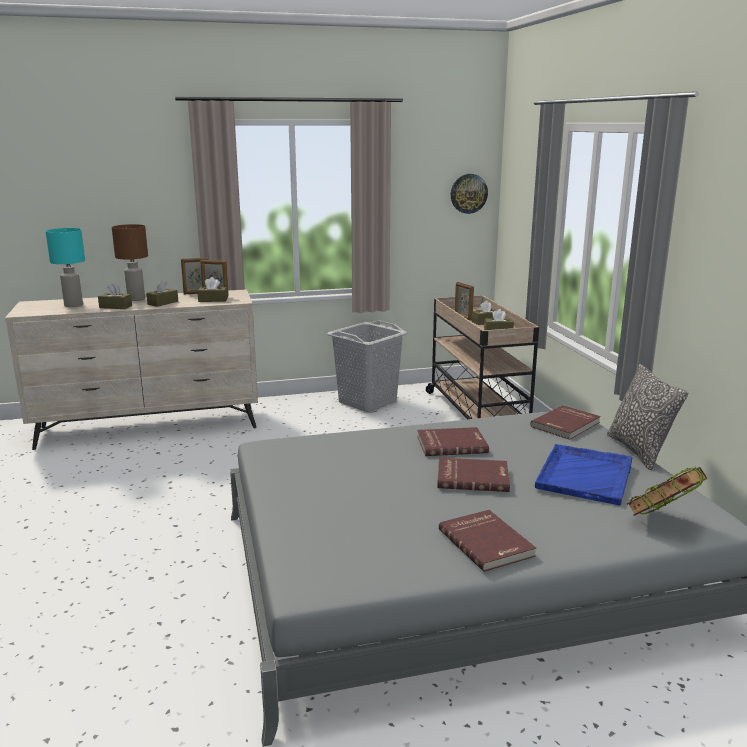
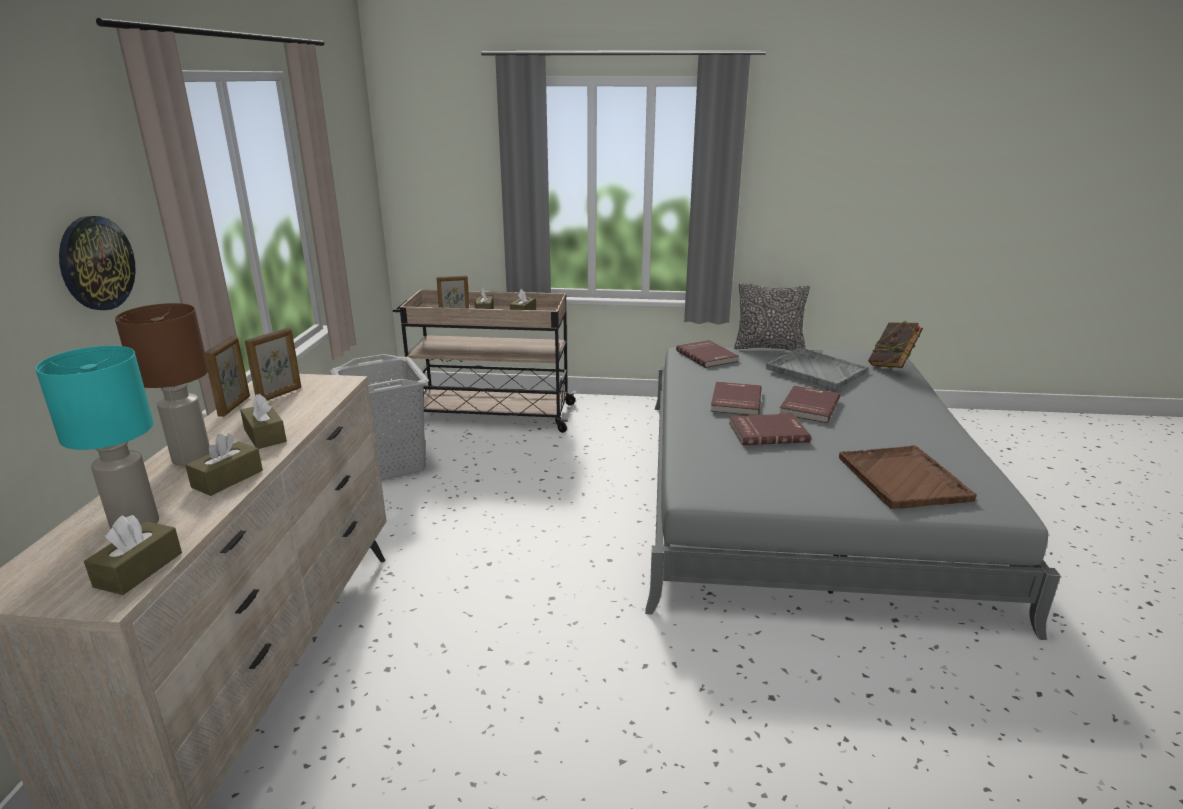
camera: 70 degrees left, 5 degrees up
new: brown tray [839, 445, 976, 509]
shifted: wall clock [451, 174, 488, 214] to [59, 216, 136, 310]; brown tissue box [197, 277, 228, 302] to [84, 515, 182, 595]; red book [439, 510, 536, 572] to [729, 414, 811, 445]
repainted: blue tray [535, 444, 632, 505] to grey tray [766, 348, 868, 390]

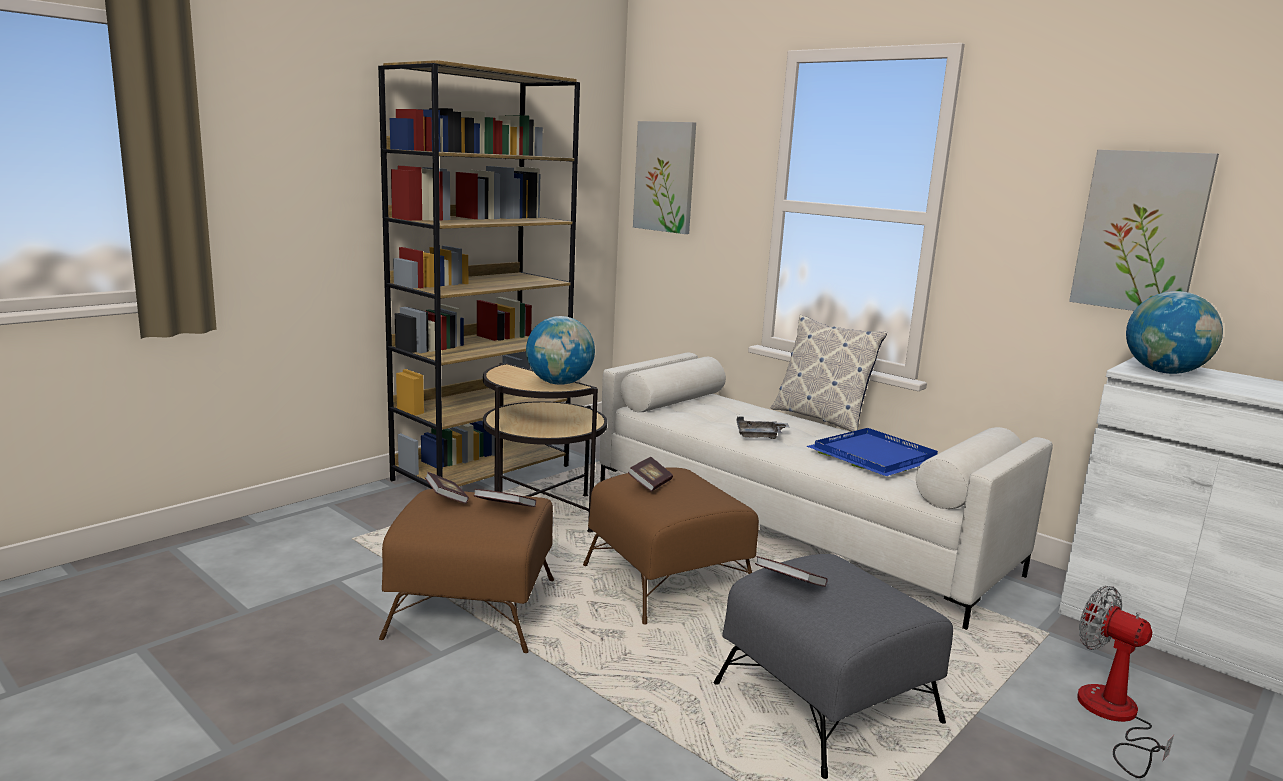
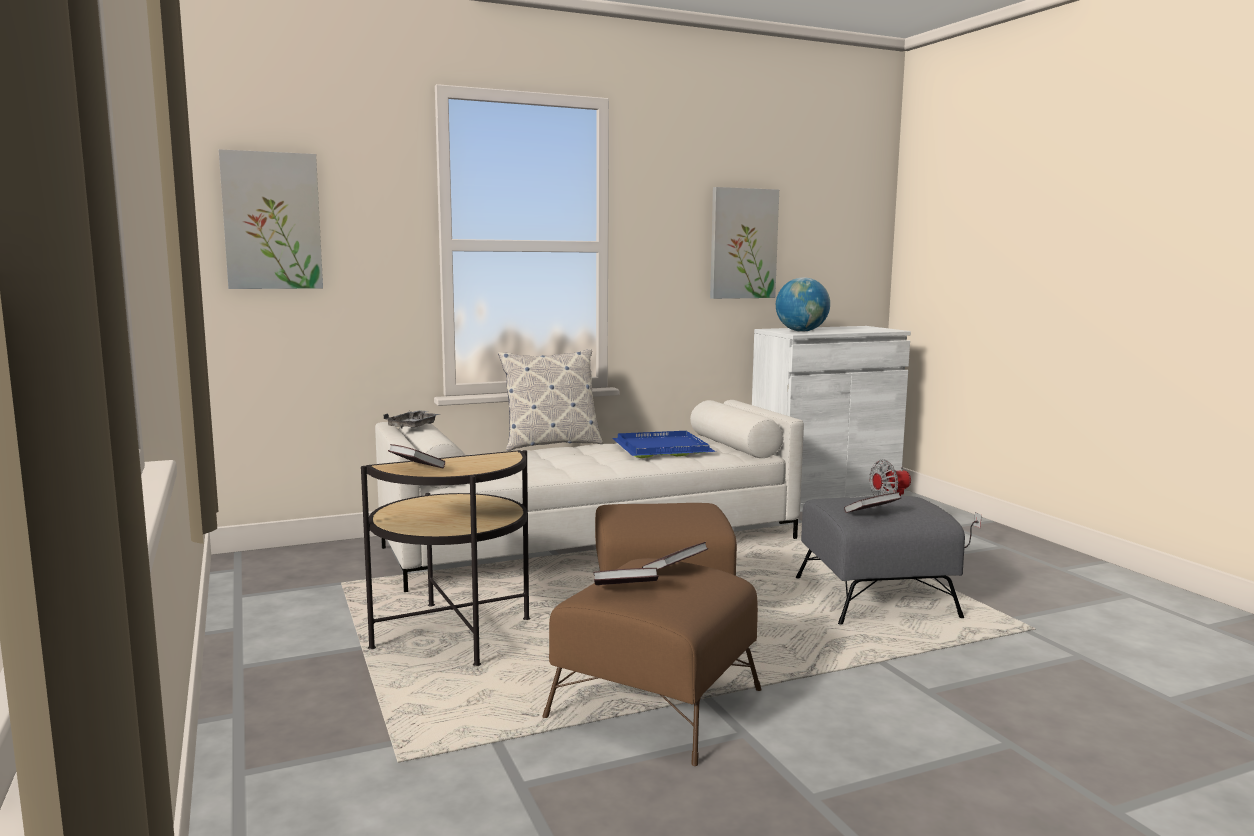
camera: 65 degrees left, 5 degrees down
gone: brown bookcase [378, 60, 580, 489]; globe [526, 316, 595, 385]
shifted: grey tray [736, 417, 789, 439] to [384, 410, 440, 428]; book [628, 457, 673, 492] to [388, 444, 445, 468]

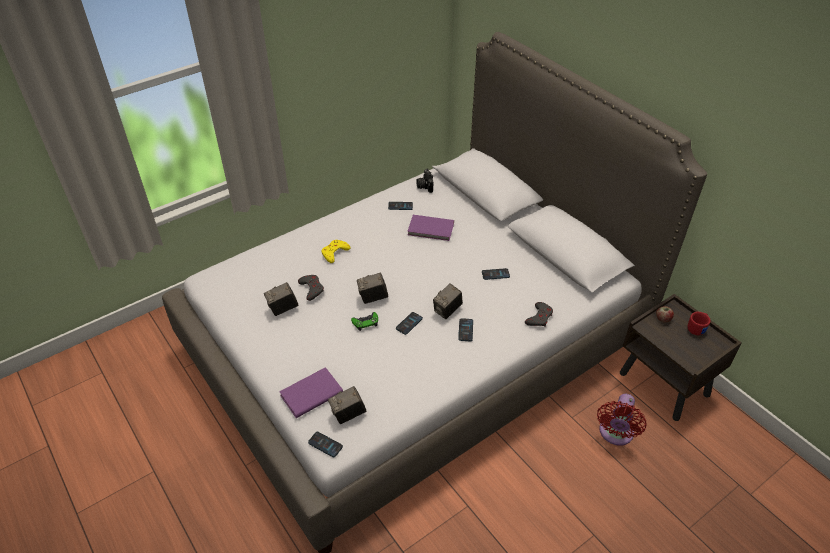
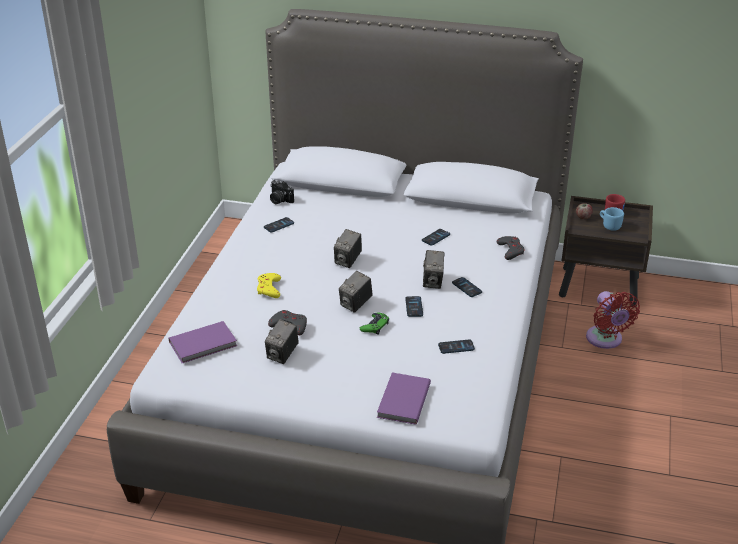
camera: 40 degrees left, 10 degrees down
new: blue mug [600, 207, 624, 231]
shifted: purple book [407, 215, 454, 241] to [169, 321, 237, 363]; photo camera [328, 386, 366, 424] to [334, 229, 362, 268]; phone [308, 432, 343, 457] to [438, 340, 475, 354]

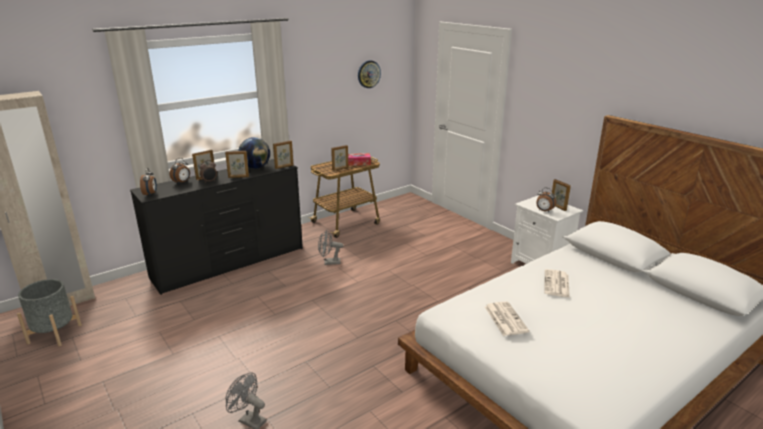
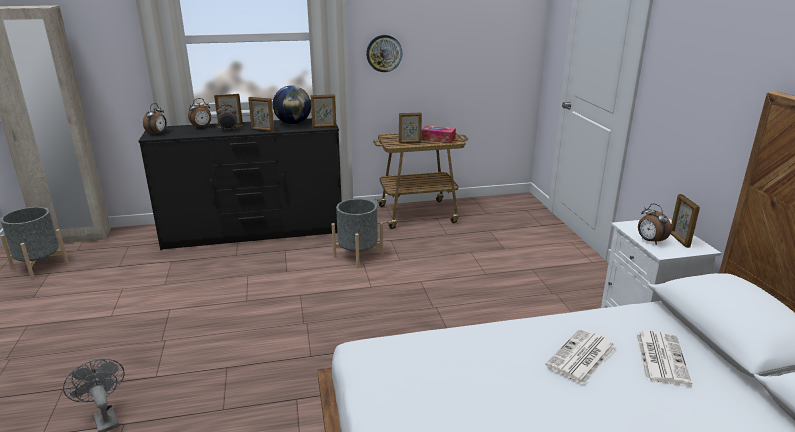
camera: 25 degrees right, 0 degrees up
shifted: wall clock [358, 60, 381, 88] to [366, 35, 402, 72]; newspaper [485, 301, 529, 336] to [636, 330, 692, 386]
swapped: grey fan [318, 230, 344, 265] to grey planter [332, 199, 383, 268]

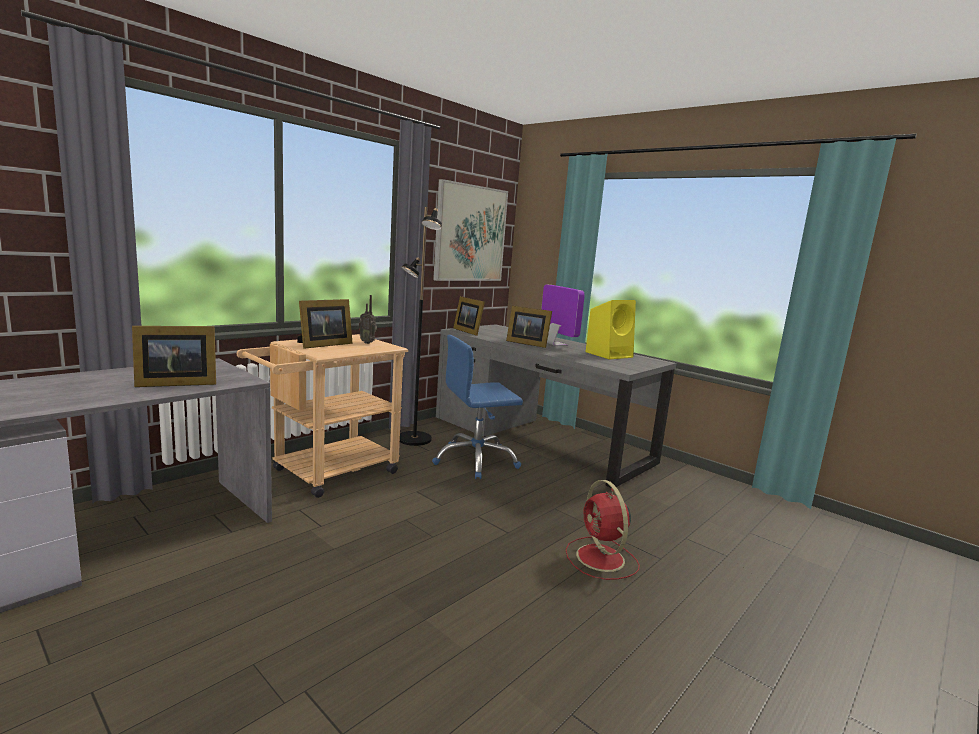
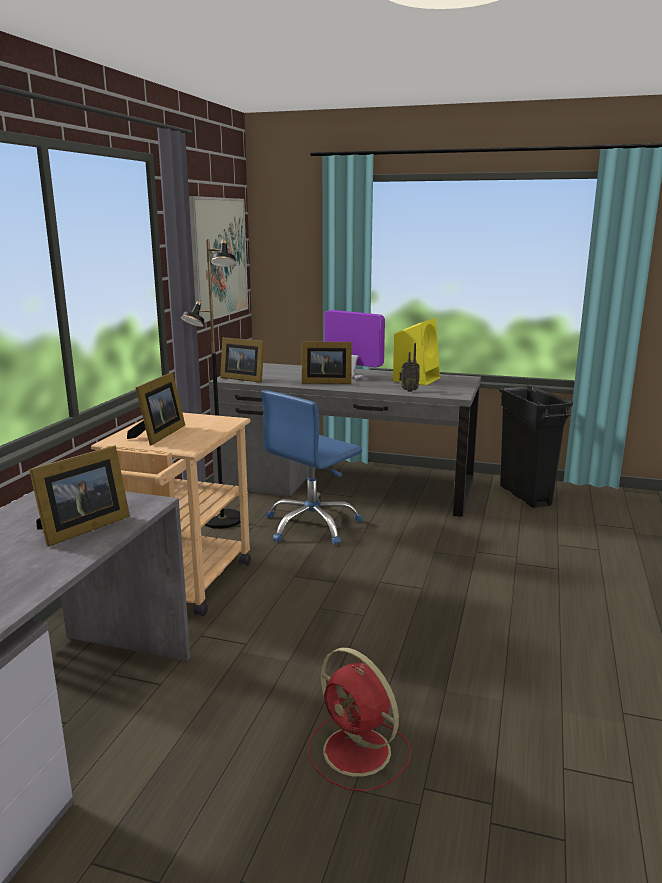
camera: 25 degrees left, 5 degrees up
new: black trash can [499, 386, 573, 508]
shifted: red fan [566, 480, 640, 580] to [308, 647, 411, 791]; radio [359, 295, 377, 344] to [399, 343, 420, 392]

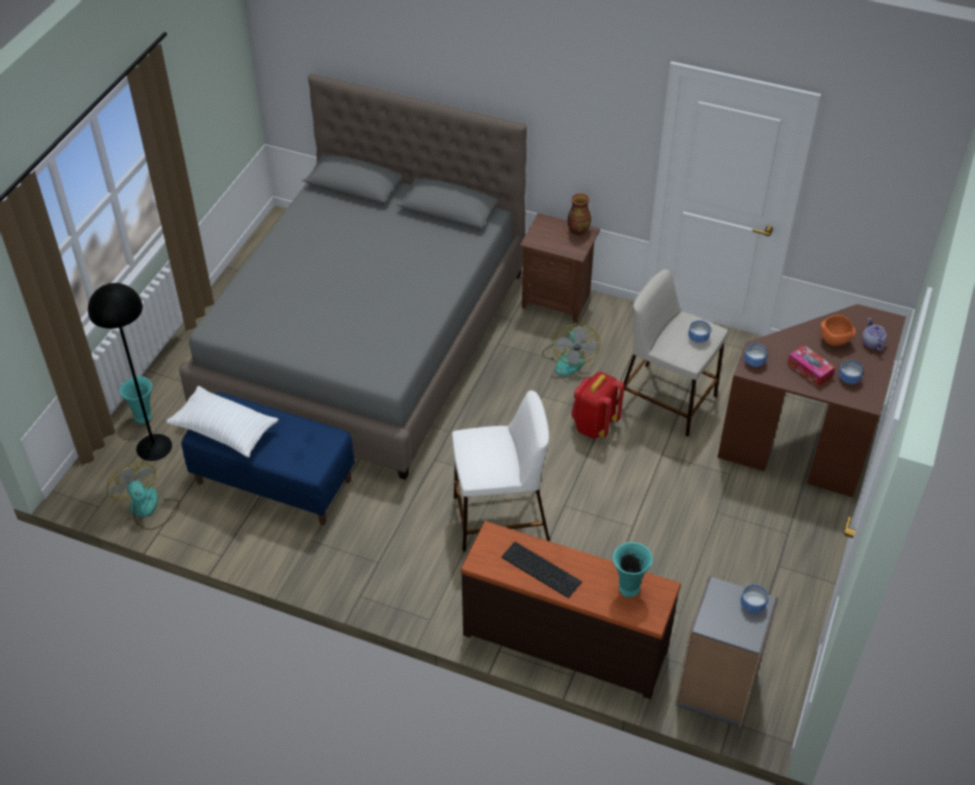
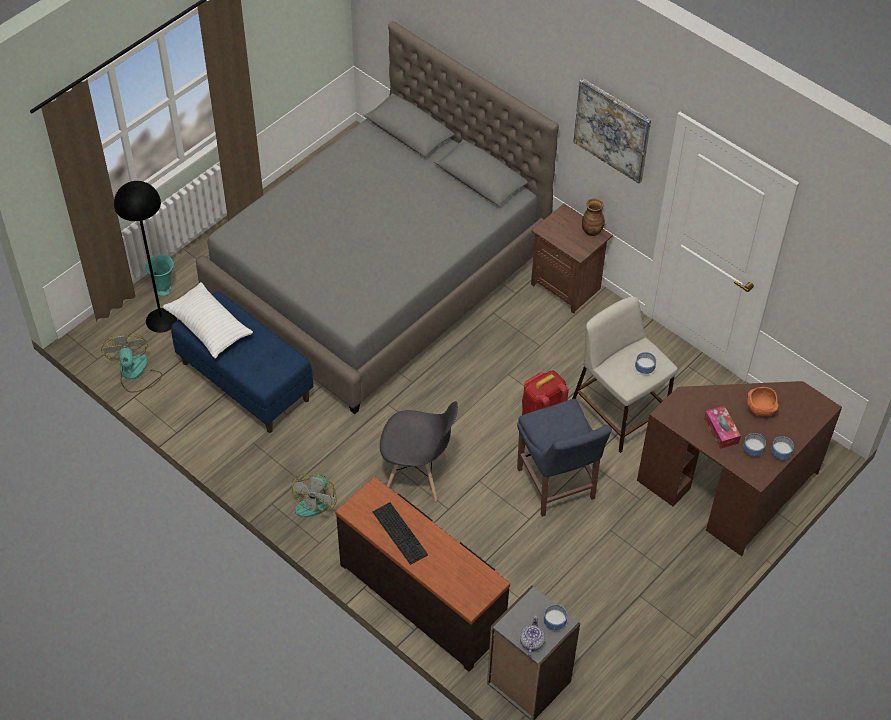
camera: 20 degrees right, 5 degrees up
gone: turquoise vase [613, 542, 653, 597]
new: blue chair [517, 399, 612, 517]; picture [573, 78, 651, 184]
shifted: fan [542, 324, 601, 376] to [292, 472, 337, 517]; teapot [862, 318, 887, 351] to [520, 616, 545, 656]; bowl [744, 343, 768, 367] to [771, 436, 794, 460]
swapped: white stool [452, 390, 550, 552] to grey chair [380, 401, 458, 501]

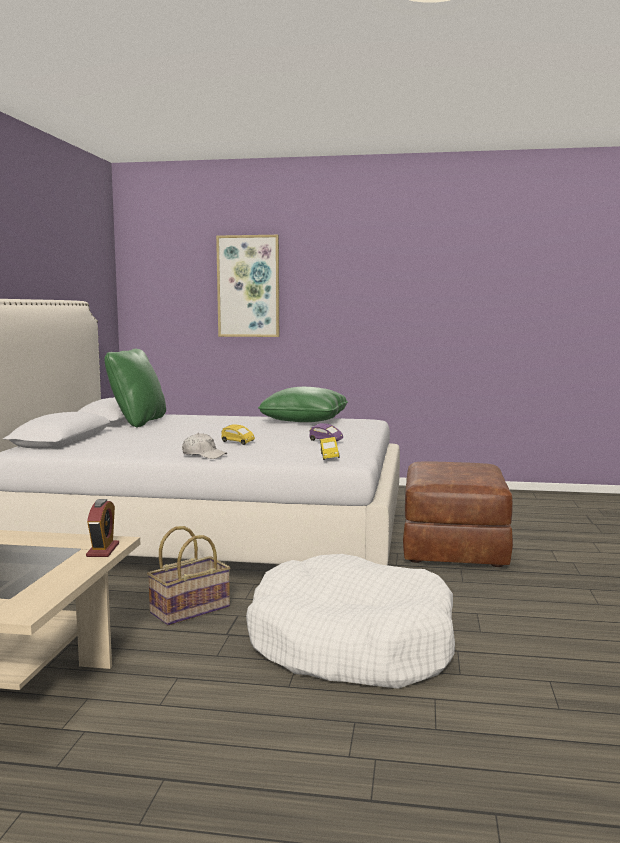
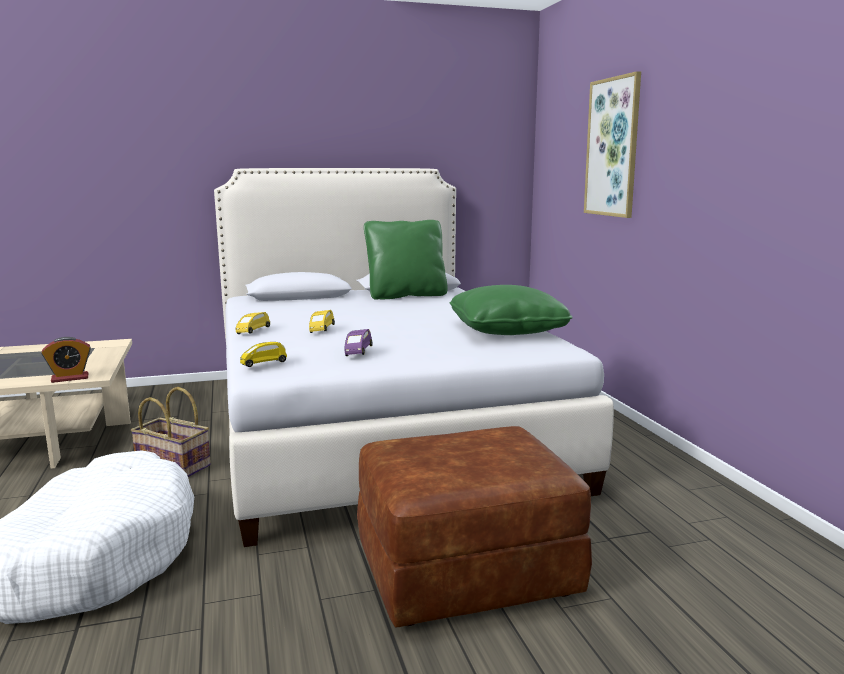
camera: 65 degrees right, 5 degrees up
swapped: white cap [182, 433, 227, 459] to yellow toy car [236, 312, 270, 334]

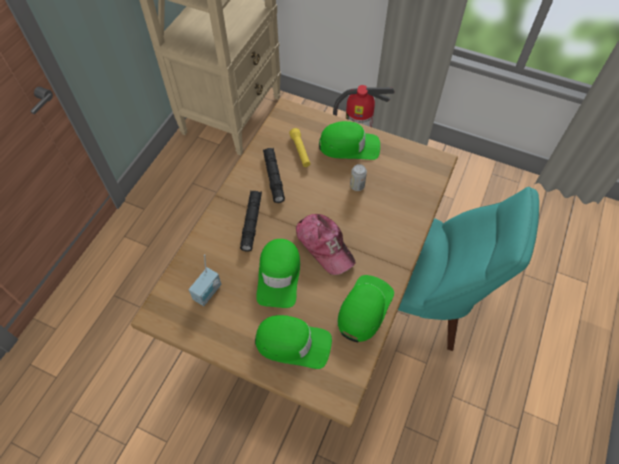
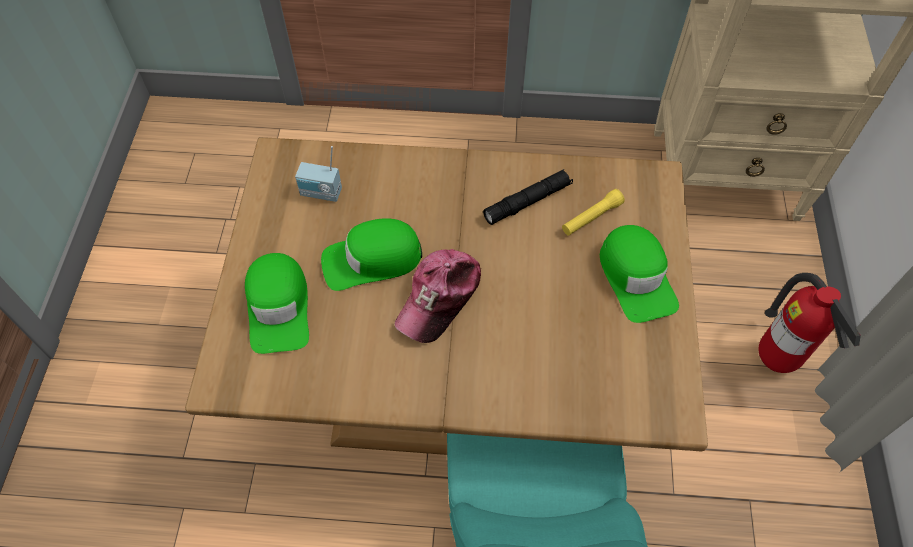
camera: 70 degrees right, 0 degrees up
gone: black flashlight [240, 190, 262, 252]; green cap [338, 275, 394, 342]; can [350, 164, 367, 191]

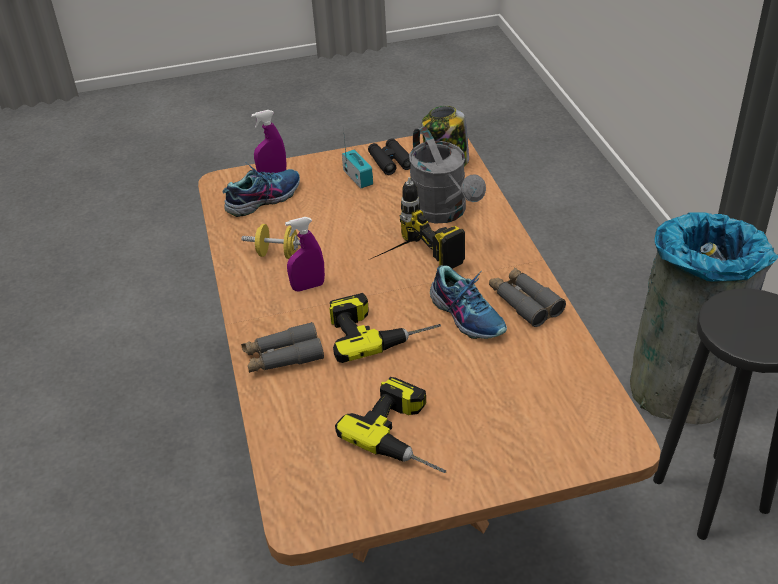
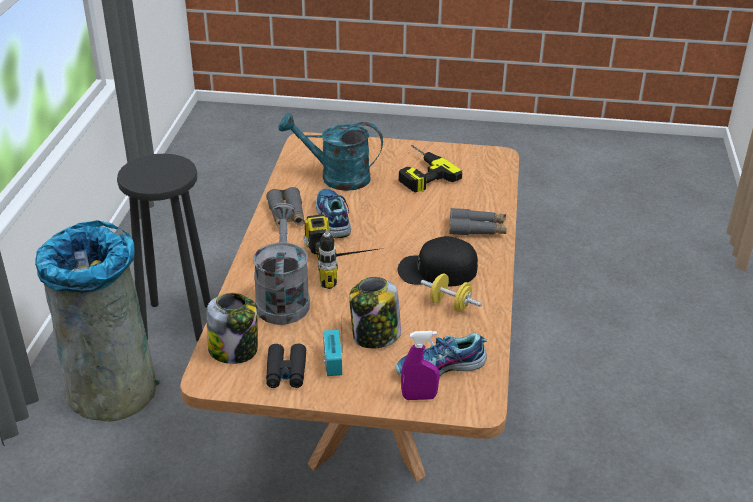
camera: 160 degrees left, 5 degrees down
gone: power drill [329, 293, 441, 363]
new: turquoise watering can [278, 113, 383, 191]; jar [349, 277, 401, 349]
swapped: purple spray bottle [285, 217, 325, 292] to black cap [398, 236, 478, 287]

